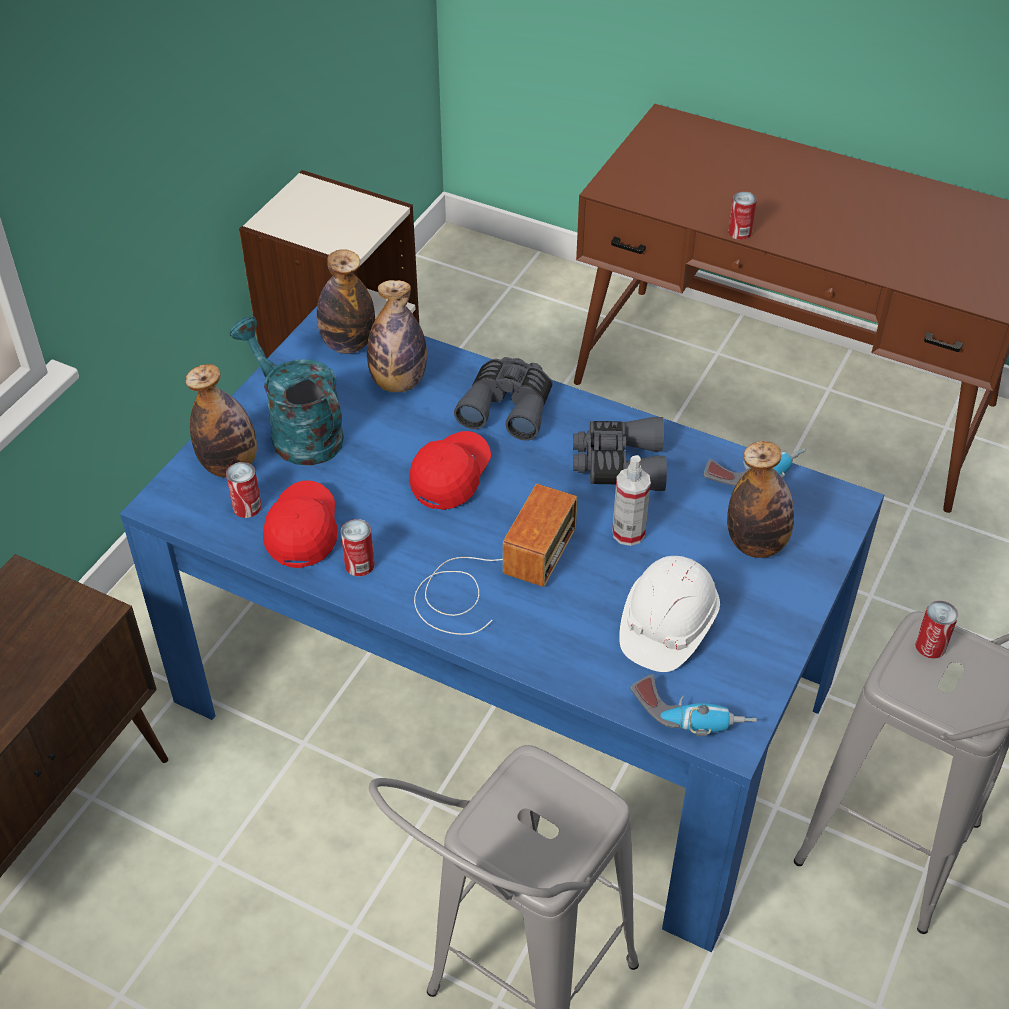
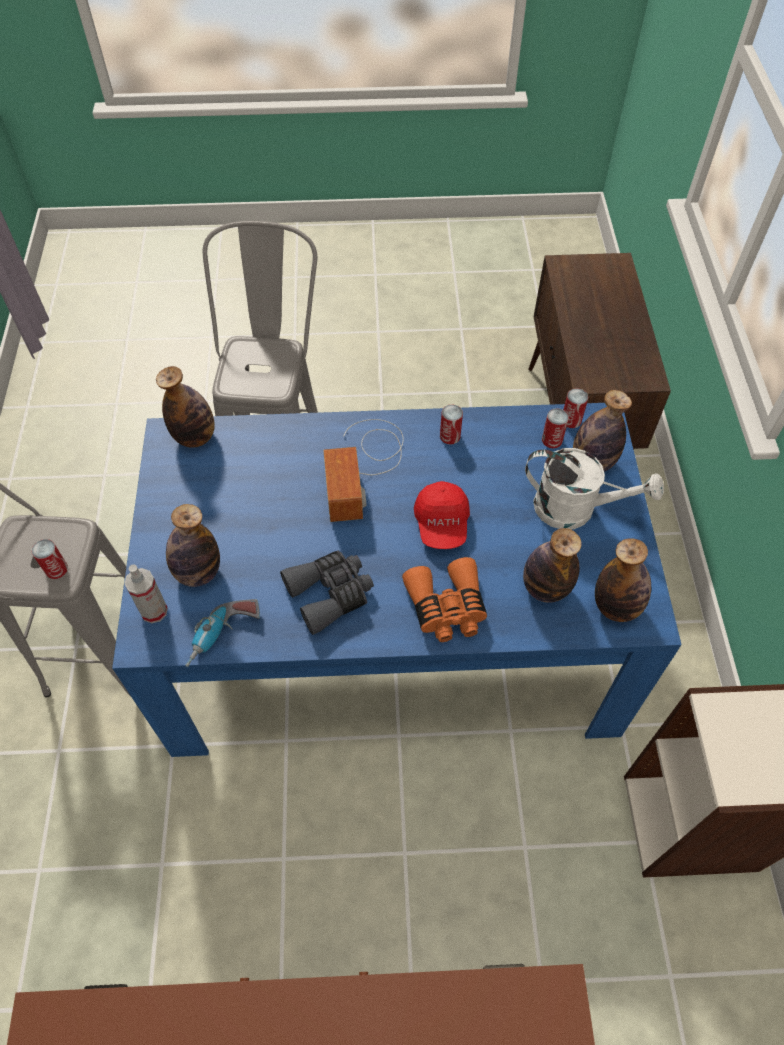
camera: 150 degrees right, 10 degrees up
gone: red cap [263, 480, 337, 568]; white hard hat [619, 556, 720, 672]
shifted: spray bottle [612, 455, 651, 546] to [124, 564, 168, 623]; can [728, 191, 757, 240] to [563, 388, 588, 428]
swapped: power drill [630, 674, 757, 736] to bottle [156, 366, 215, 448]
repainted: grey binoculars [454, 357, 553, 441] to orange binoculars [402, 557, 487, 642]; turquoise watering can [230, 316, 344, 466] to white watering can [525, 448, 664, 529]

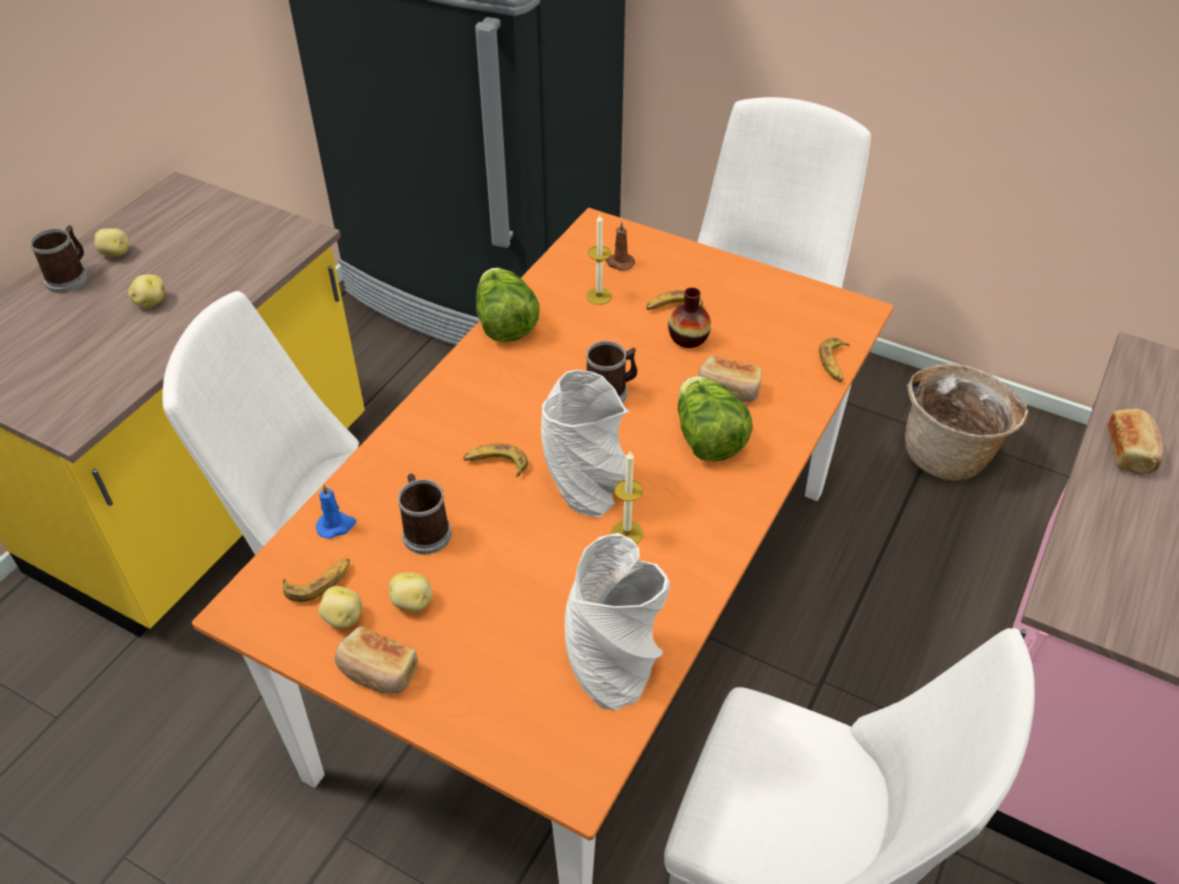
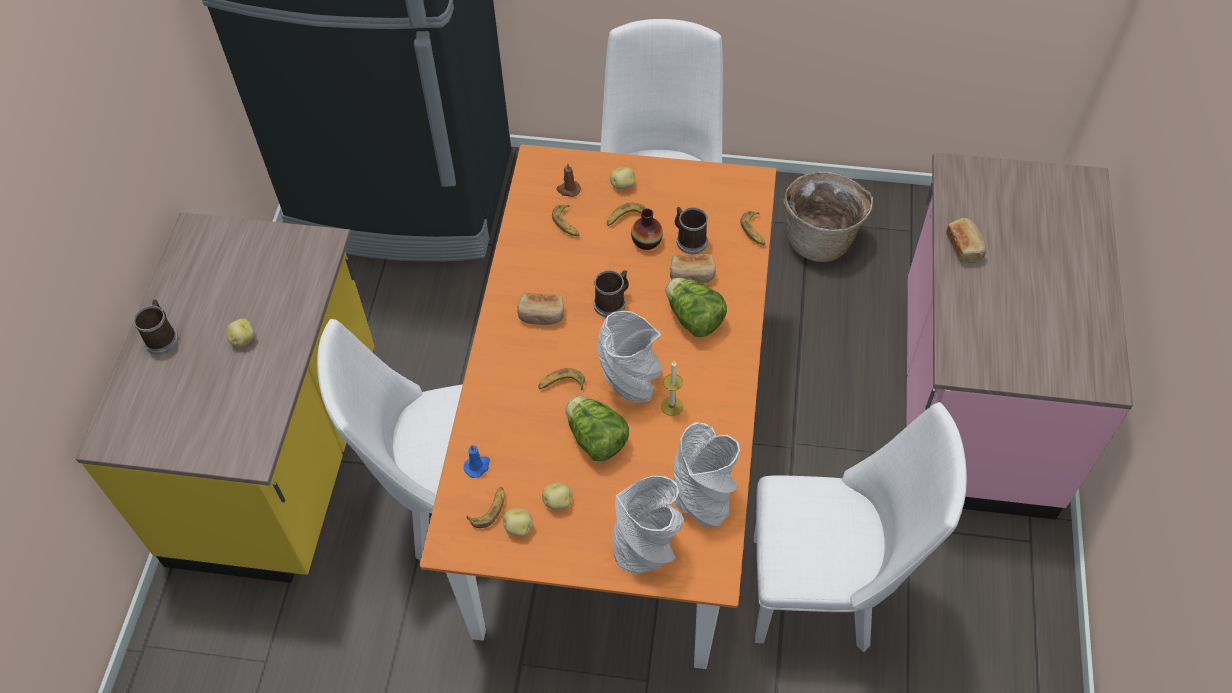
camera: 20 degrees left, 10 degrees up
new: grey vase [613, 476, 683, 575]
shifted: bread [335, 626, 418, 694] to [517, 293, 564, 325]; lettuce [476, 268, 539, 342] to [566, 396, 629, 461]; potato [94, 228, 129, 257] to [610, 167, 635, 189]; mug [398, 474, 452, 554] to [675, 207, 708, 254]
swapped: candle [586, 215, 612, 305] to banana [552, 205, 580, 236]

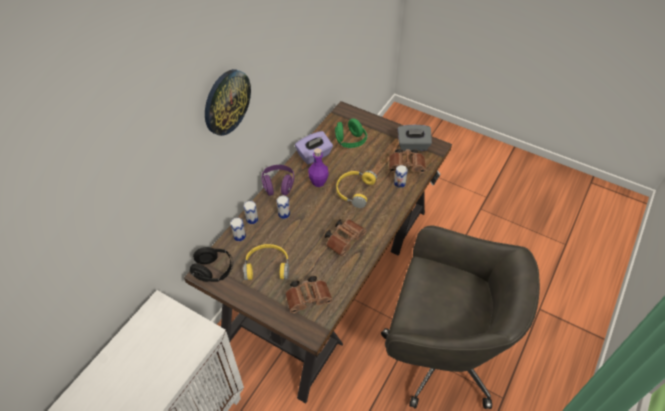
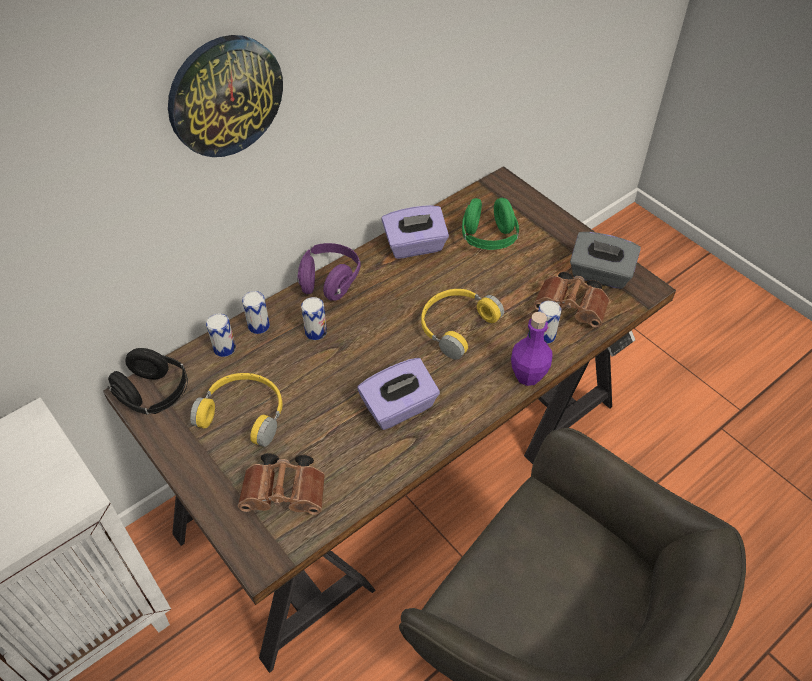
camera: 20 degrees right, 0 degrees up
shifted: purple bottle [308, 148, 329, 187] to [511, 312, 553, 386]
swapped: brown binoculars [324, 219, 367, 257] to purple tissue box [358, 358, 440, 430]

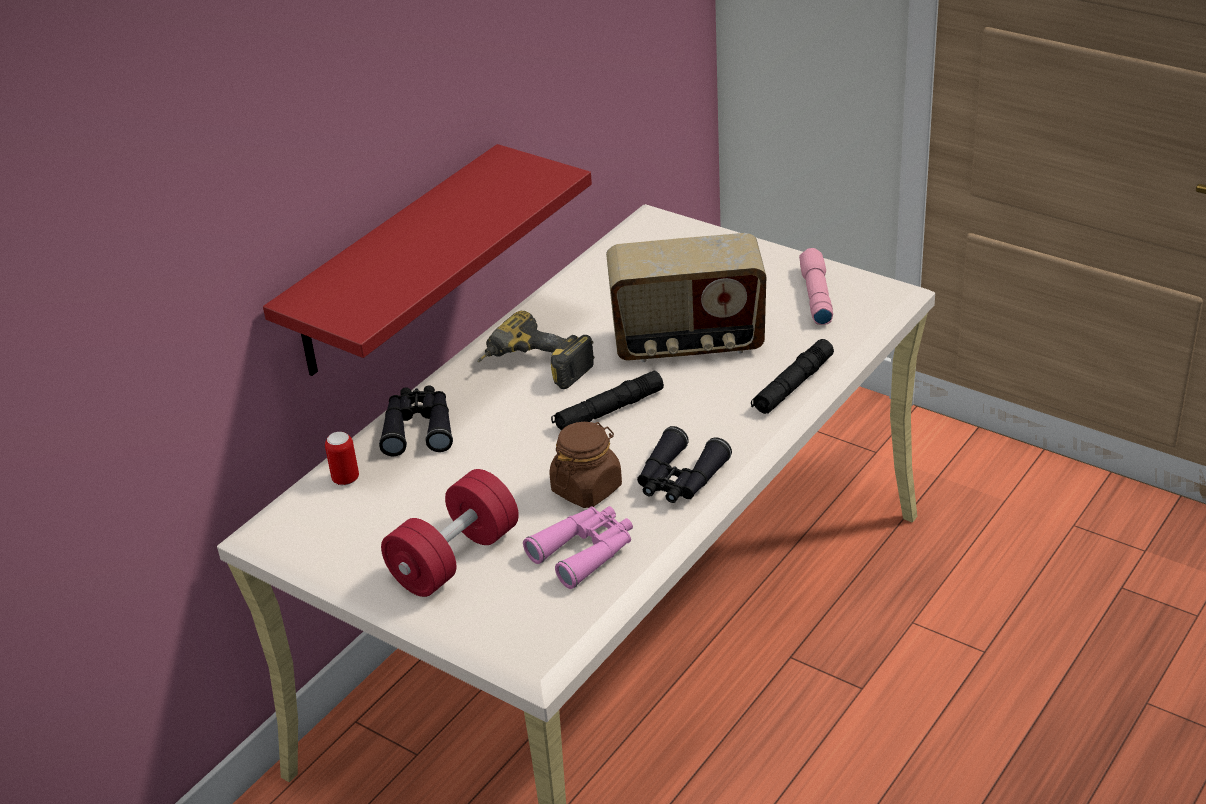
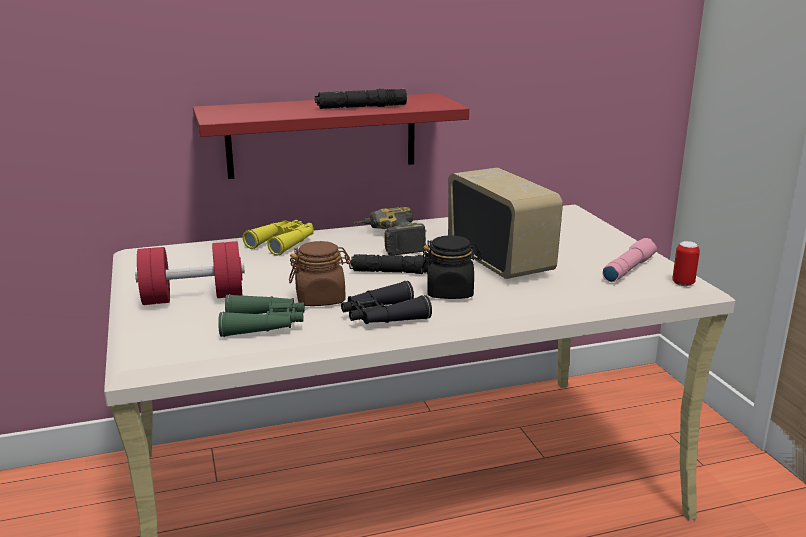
camera: 35 degrees right, 15 degrees down
new: black jar [421, 236, 482, 299]
shifted: black flashlight [751, 339, 834, 414] to [315, 89, 407, 109]; can [325, 432, 359, 485] to [672, 241, 700, 286]
repainted: pink binoculars [523, 506, 633, 589] to green binoculars [218, 294, 305, 337]; black binoculars [379, 385, 453, 456] to yellow binoculars [243, 220, 314, 256]
rotated: radio [606, 233, 766, 362] = [448, 167, 563, 279] 150 degrees counterclockwise

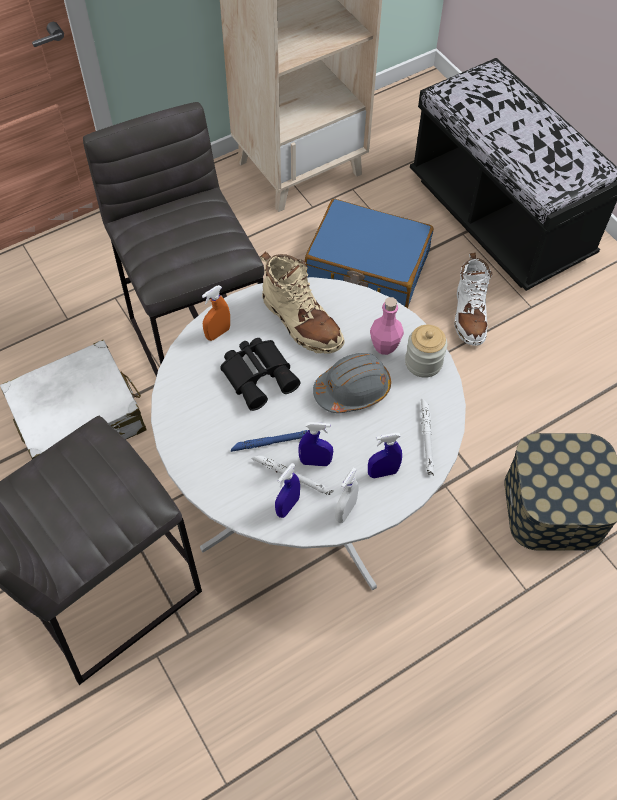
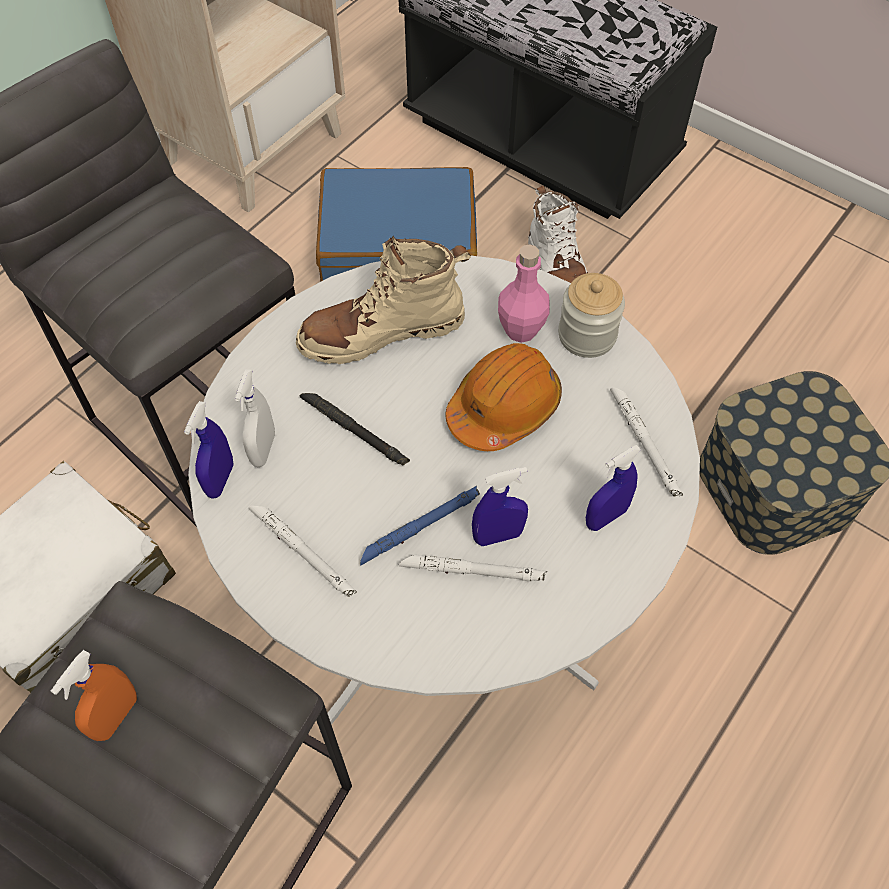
camera: 20 degrees left, 0 degrees up
new: white flashlight [248, 506, 357, 597]
shifted: orange spray bottle [202, 285, 230, 341] to [51, 650, 137, 741]; blue spray bottle [275, 463, 300, 518] to [184, 401, 234, 499]; white spray bottle [335, 468, 359, 523] to [235, 369, 275, 467]
swapped: black binoculars [220, 338, 301, 411] to black flashlight [300, 393, 410, 466]
repainted: grey hard hat [313, 353, 391, 413] to orange hard hat [446, 343, 562, 451]
rotated: beige boot [260, 252, 344, 354] = [296, 236, 471, 364] 135 degrees clockwise

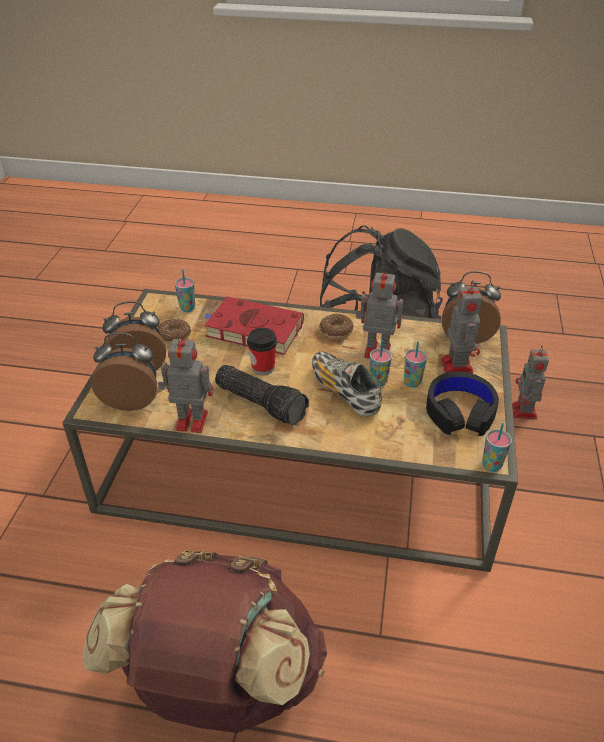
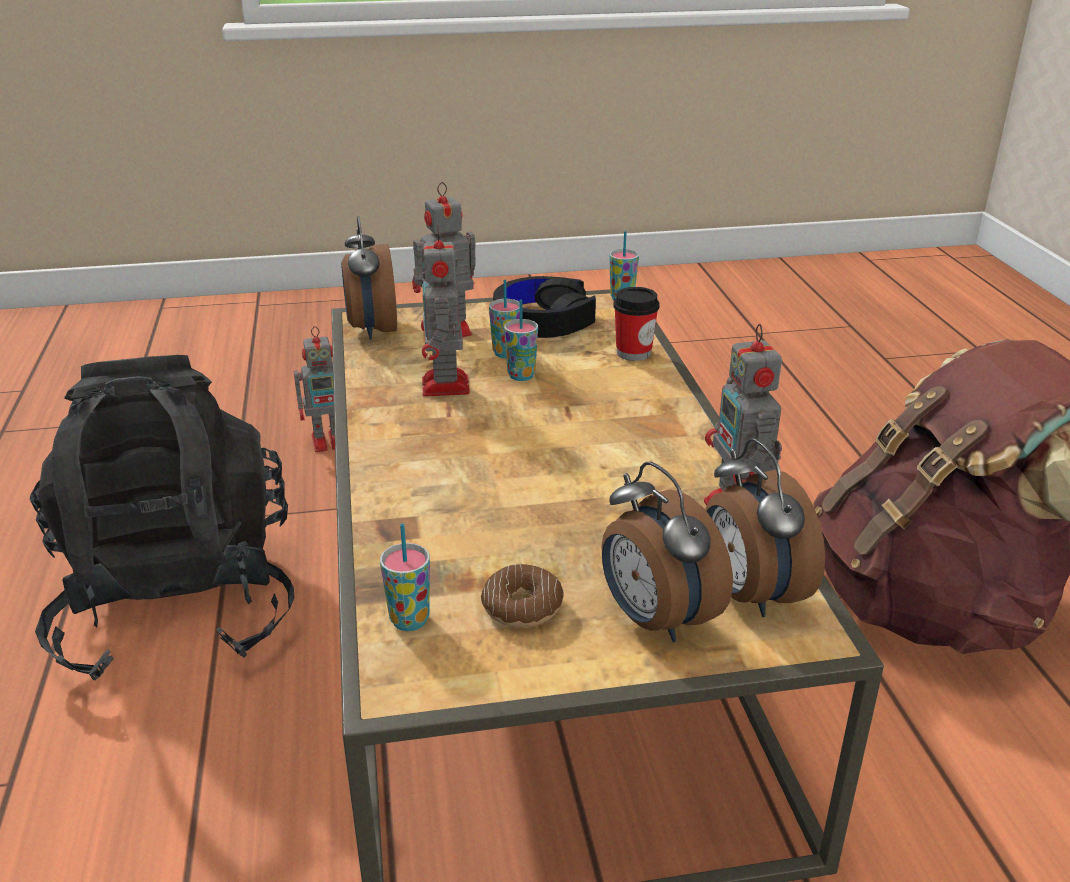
camera: 110 degrees left, 10 degrees down
gone: red book [203, 297, 304, 355]; flashlight [215, 365, 309, 426]; shoe [312, 352, 382, 416]; donut [319, 314, 354, 339]
shifted: cup [247, 328, 277, 375] to [613, 287, 660, 361]

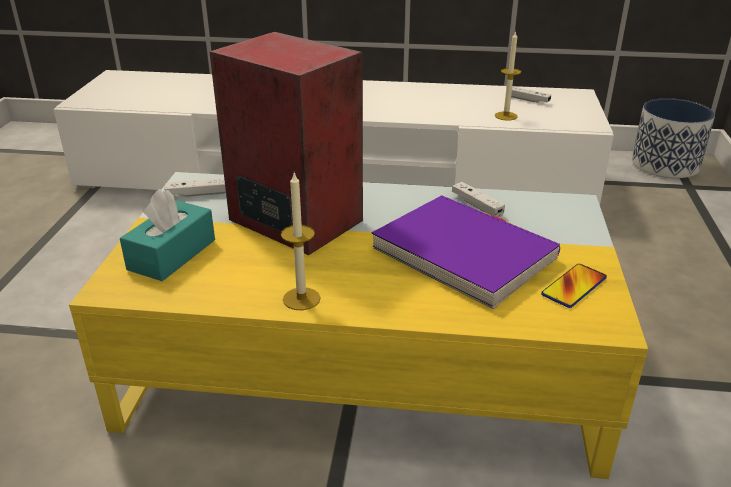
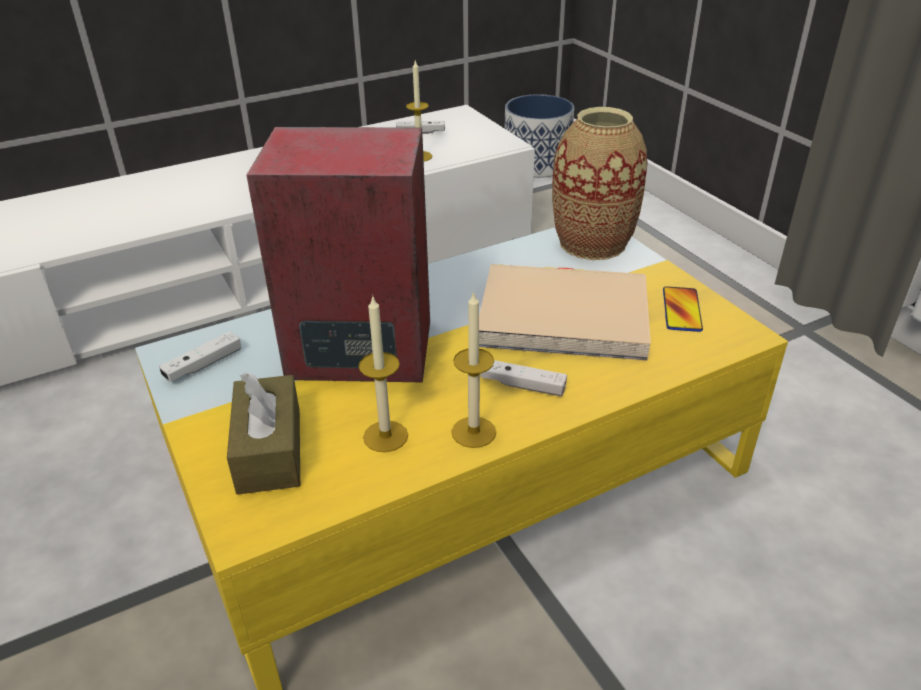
camera: 35 degrees left, 5 degrees up
new: candle [358, 295, 408, 452]; vase [552, 107, 648, 260]
shifted: white game controller [452, 182, 505, 217] to [480, 360, 567, 396]
repainted: turquoise tissue box [120, 189, 215, 281] to brown tissue box [227, 372, 300, 495]; purple book [371, 195, 560, 309] to beige book [479, 264, 651, 360]

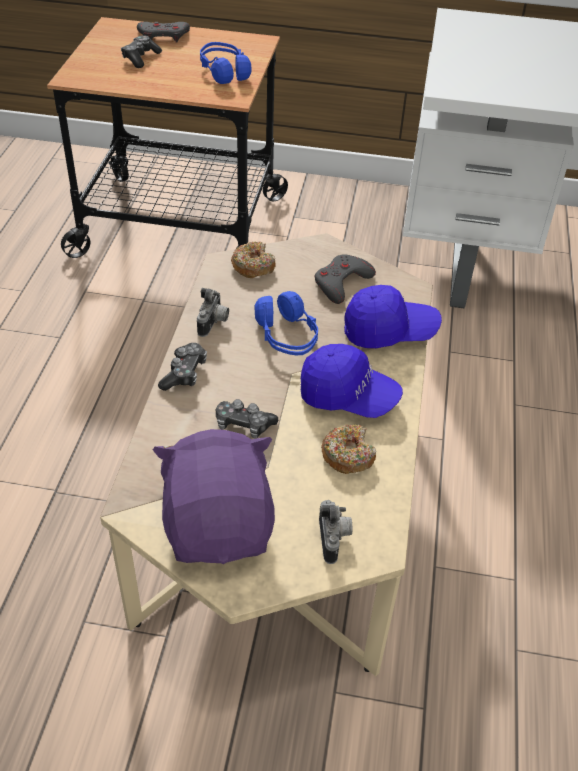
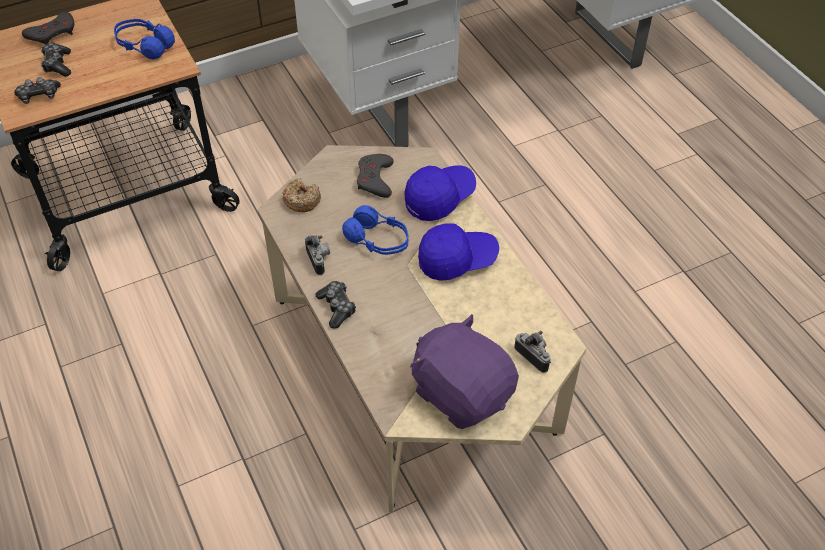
camera: 35 degrees left, 5 degrees up
gone: donut [321, 425, 376, 474]
shifted: game controller [216, 399, 278, 438] to [14, 77, 61, 104]

